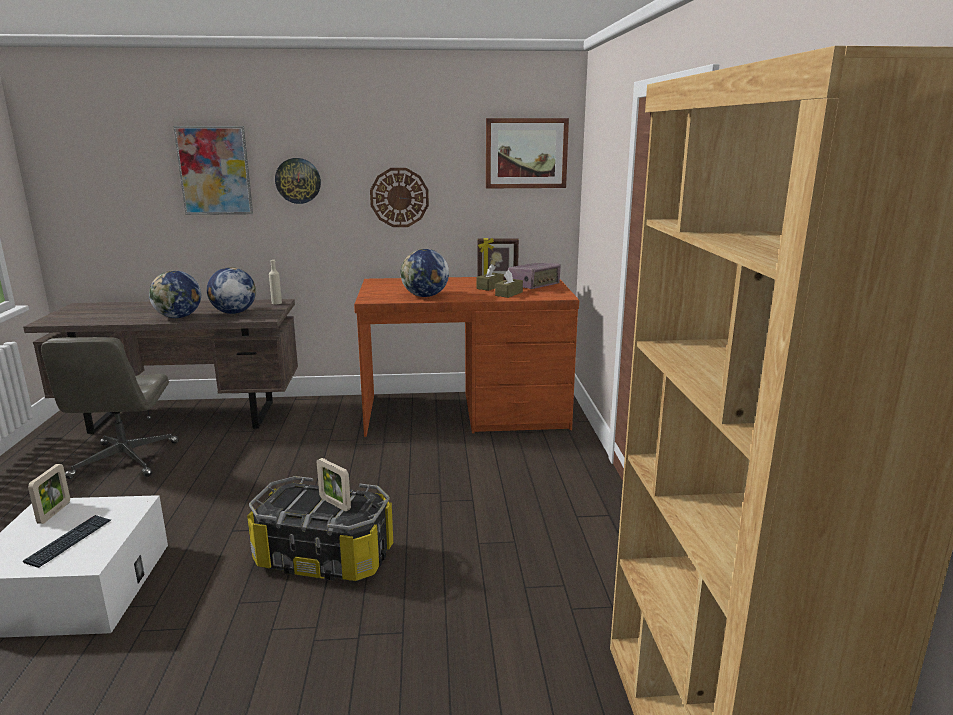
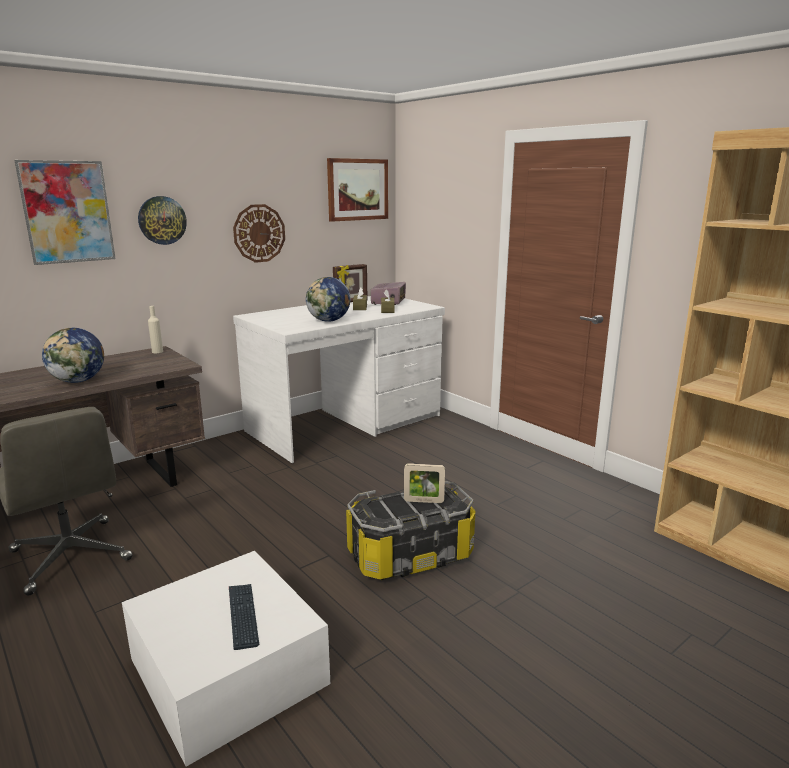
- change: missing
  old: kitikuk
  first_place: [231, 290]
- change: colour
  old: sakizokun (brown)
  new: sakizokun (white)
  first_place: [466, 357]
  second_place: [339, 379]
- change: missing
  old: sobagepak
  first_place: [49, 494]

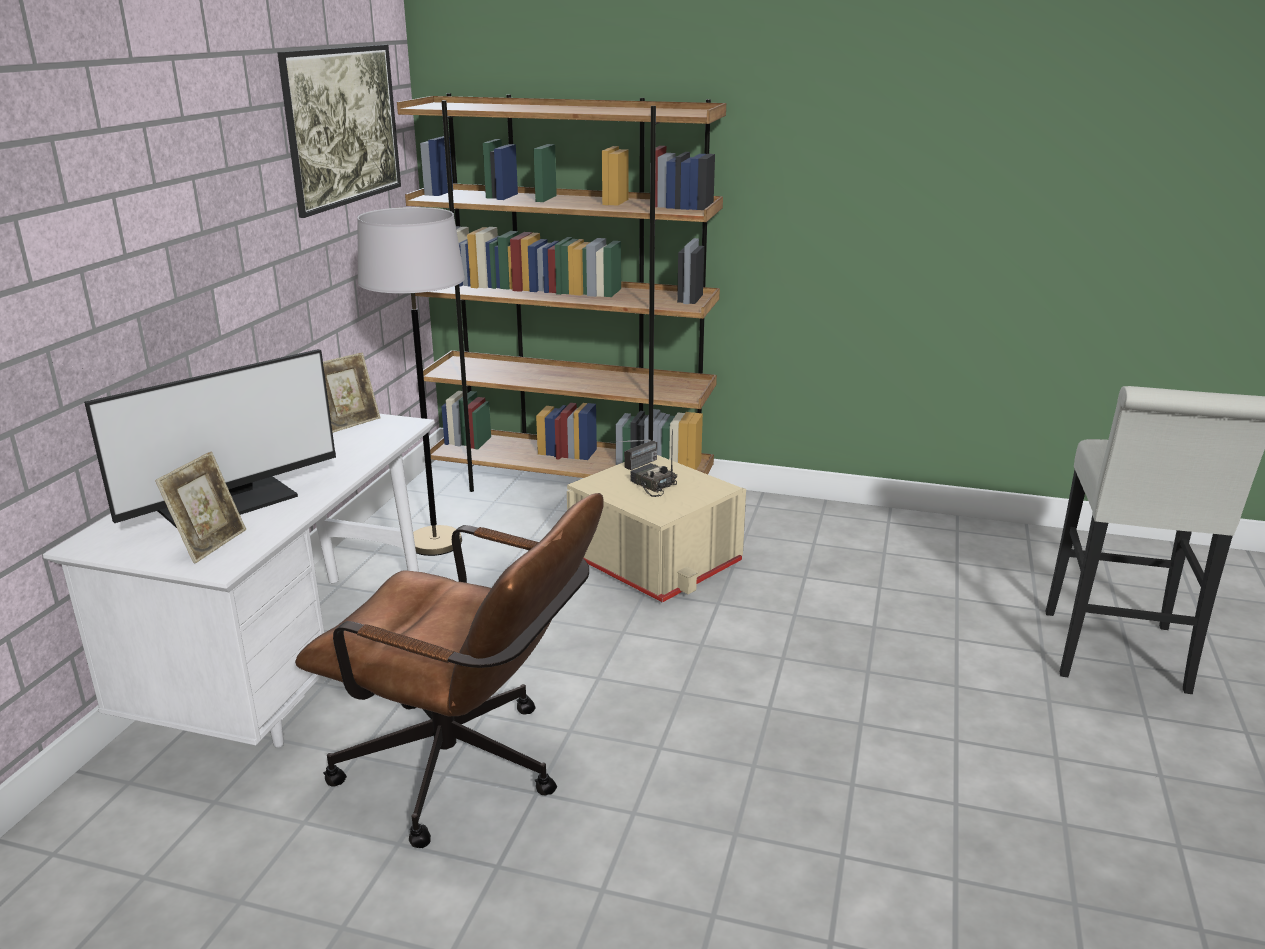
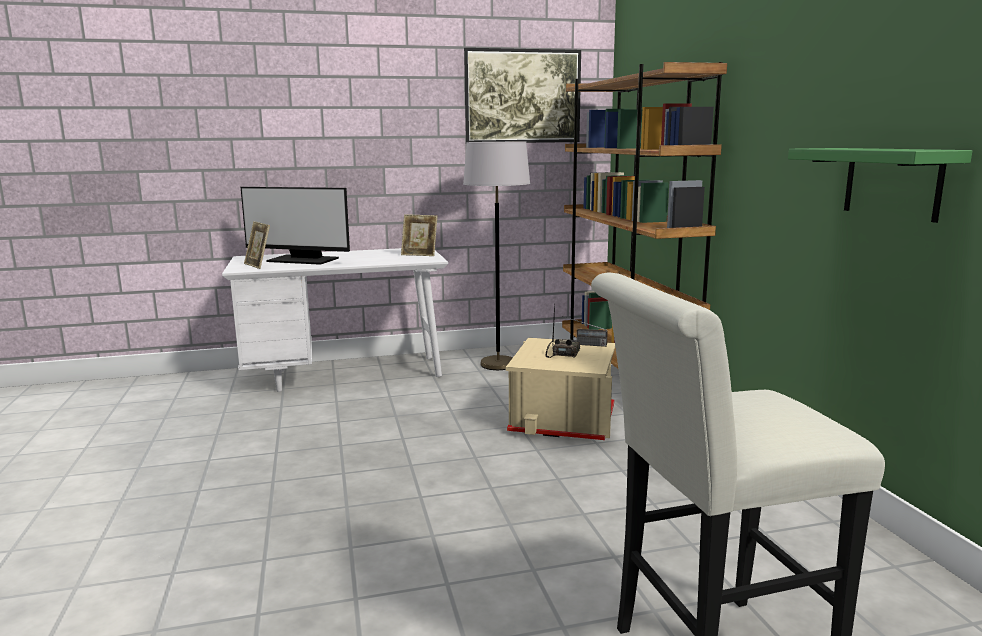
- change: spun
  old: sobagepak
  first_place: [200, 507]
  second_place: [257, 245]
  degrees: 60
- change: missing
  old: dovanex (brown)
  first_place: [449, 670]
- change: appeared
  new: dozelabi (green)
  second_place: [880, 185]

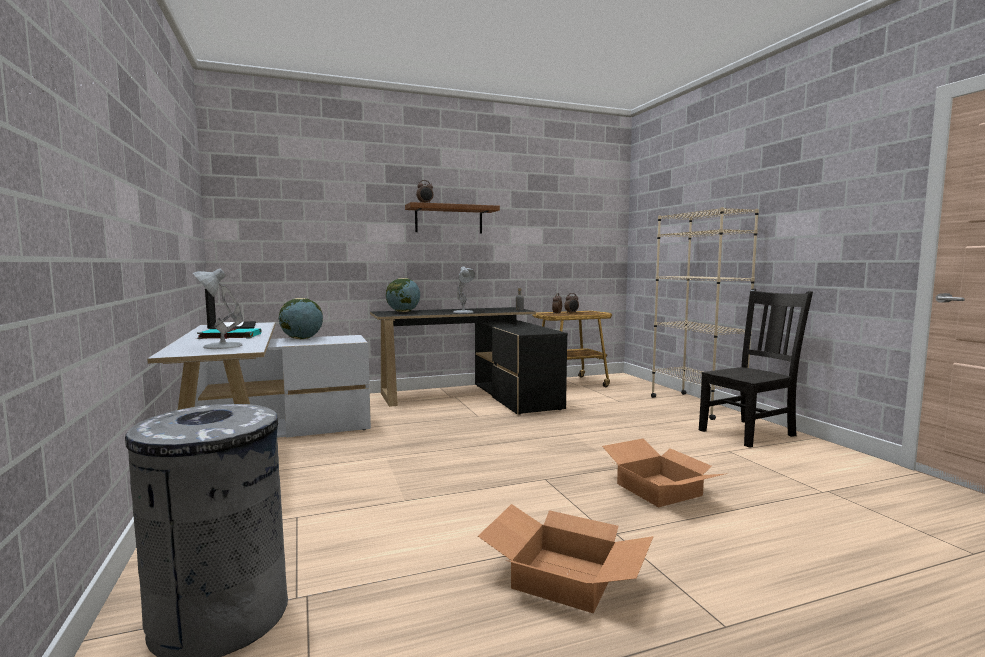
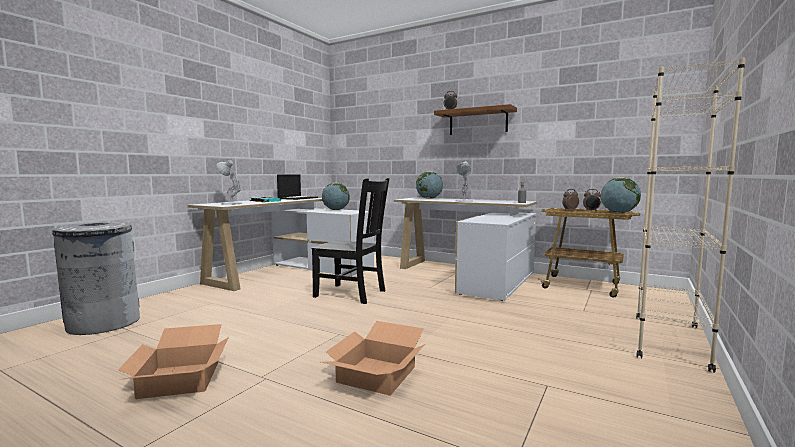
- change: relocated
  old: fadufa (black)
  first_place: [756, 368]
  second_place: [350, 241]
- change: colour
  old: sakizokun (black)
  new: sakizokun (white)
  first_place: [469, 360]
  second_place: [465, 249]
- change: appeared
  new: kitikuk
  second_place: [620, 195]

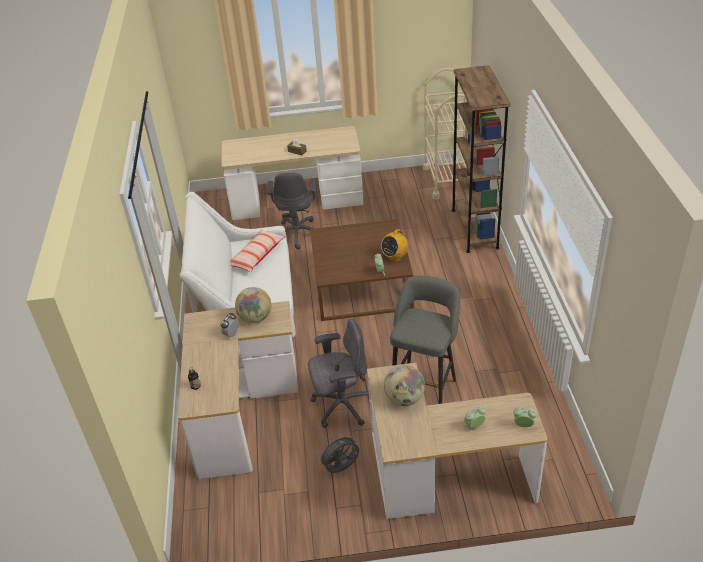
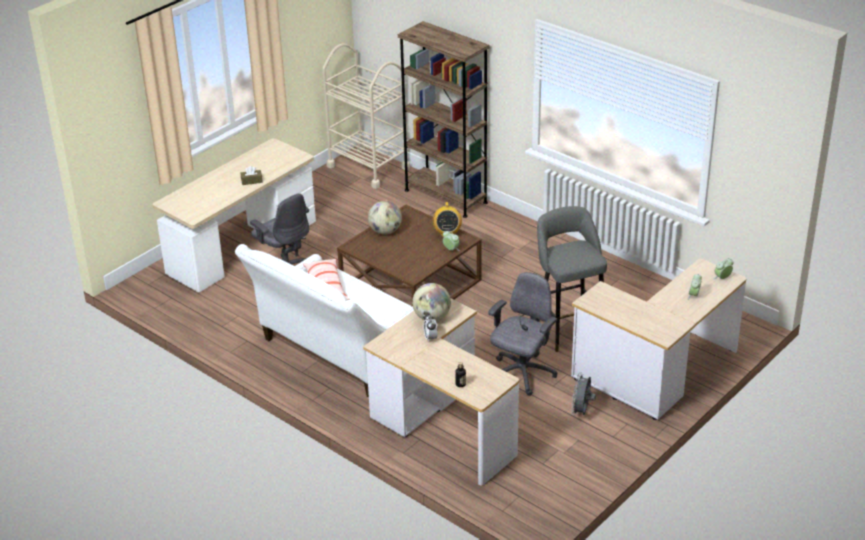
- change: relocated
  old: kitikuk
  first_place: [404, 385]
  second_place: [385, 218]

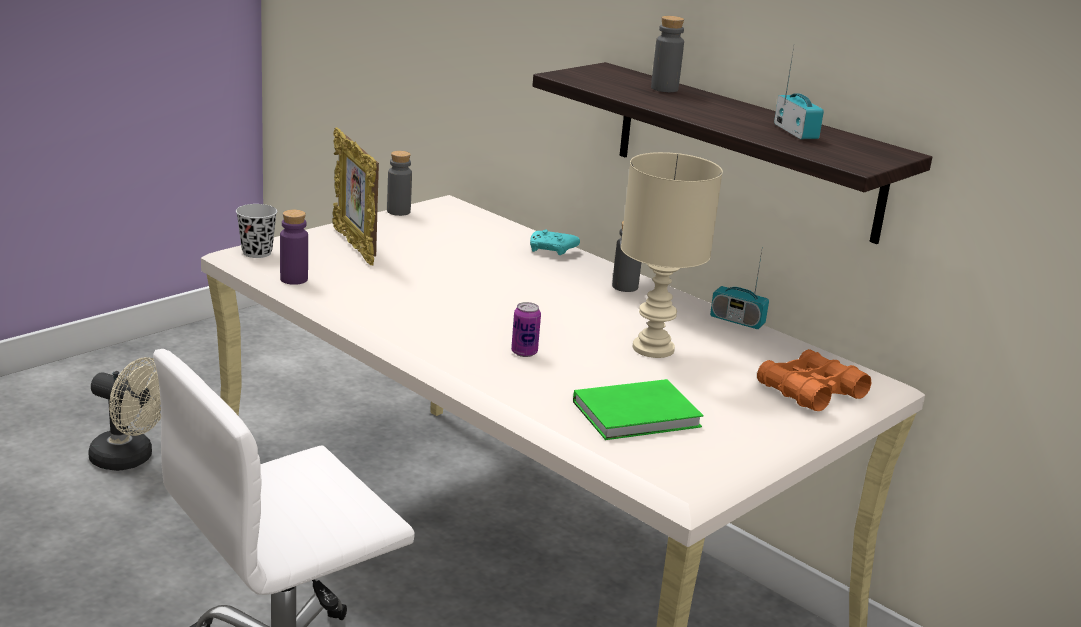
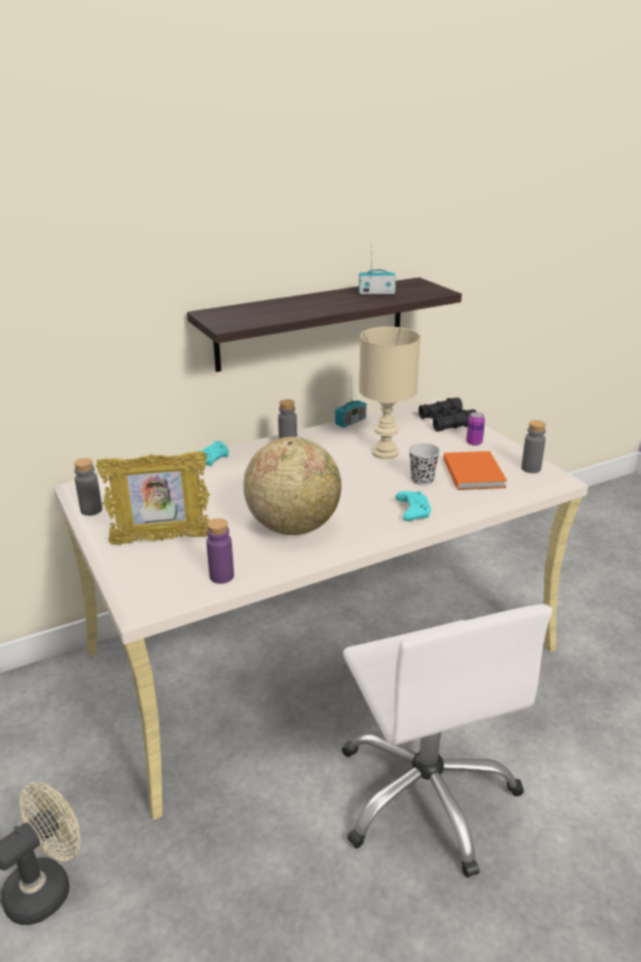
- change: relocated
  old: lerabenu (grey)
  first_place: [667, 54]
  second_place: [533, 446]
- change: relocated
  old: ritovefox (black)
  first_place: [256, 231]
  second_place: [424, 464]
- change: relocated
  old: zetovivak
  first_place: [526, 329]
  second_place: [475, 429]
- change: colour
  old: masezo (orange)
  new: masezo (black)
  first_place: [814, 380]
  second_place: [448, 415]
- change: colour
  old: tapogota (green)
  new: tapogota (orange)
  first_place: [638, 409]
  second_place: [475, 470]
- change: appeared
  new: kitikuk
  second_place: [292, 486]
- change: appeared
  new: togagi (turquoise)
  second_place: [413, 506]

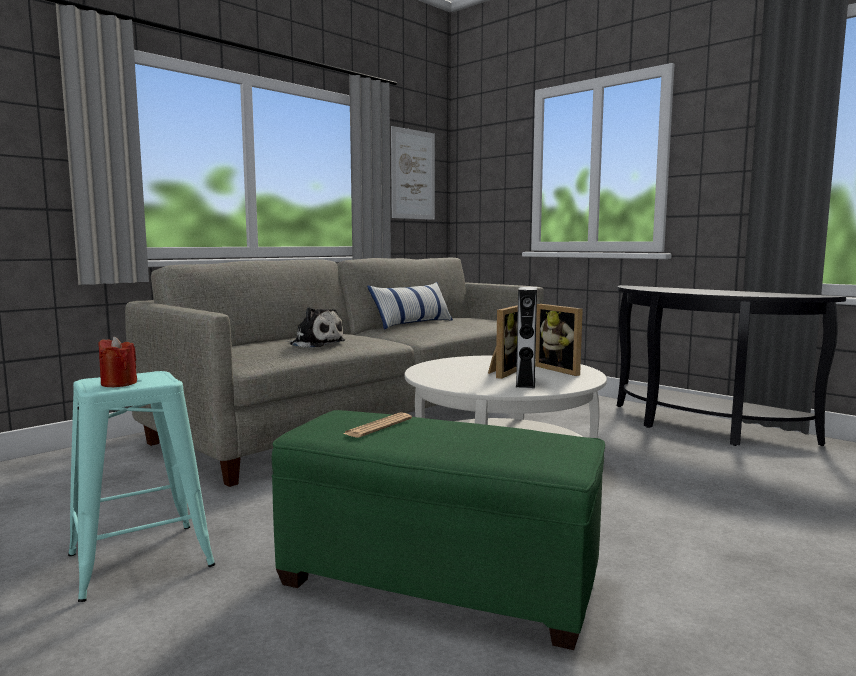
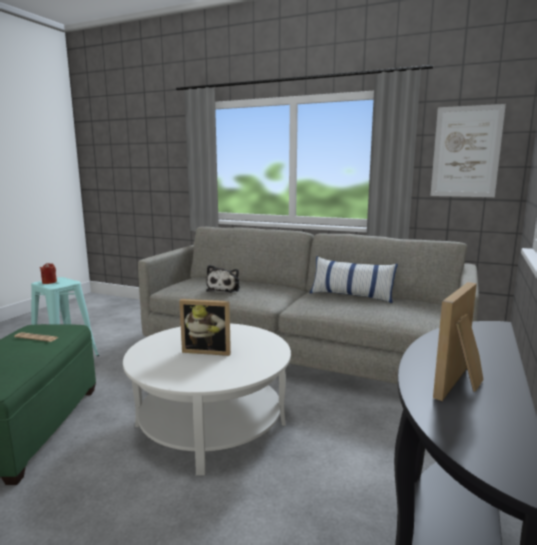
- change: missing
  old: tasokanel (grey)
  first_place: [526, 337]
- change: relocated
  old: sobagepak
  first_place: [559, 340]
  second_place: [458, 341]

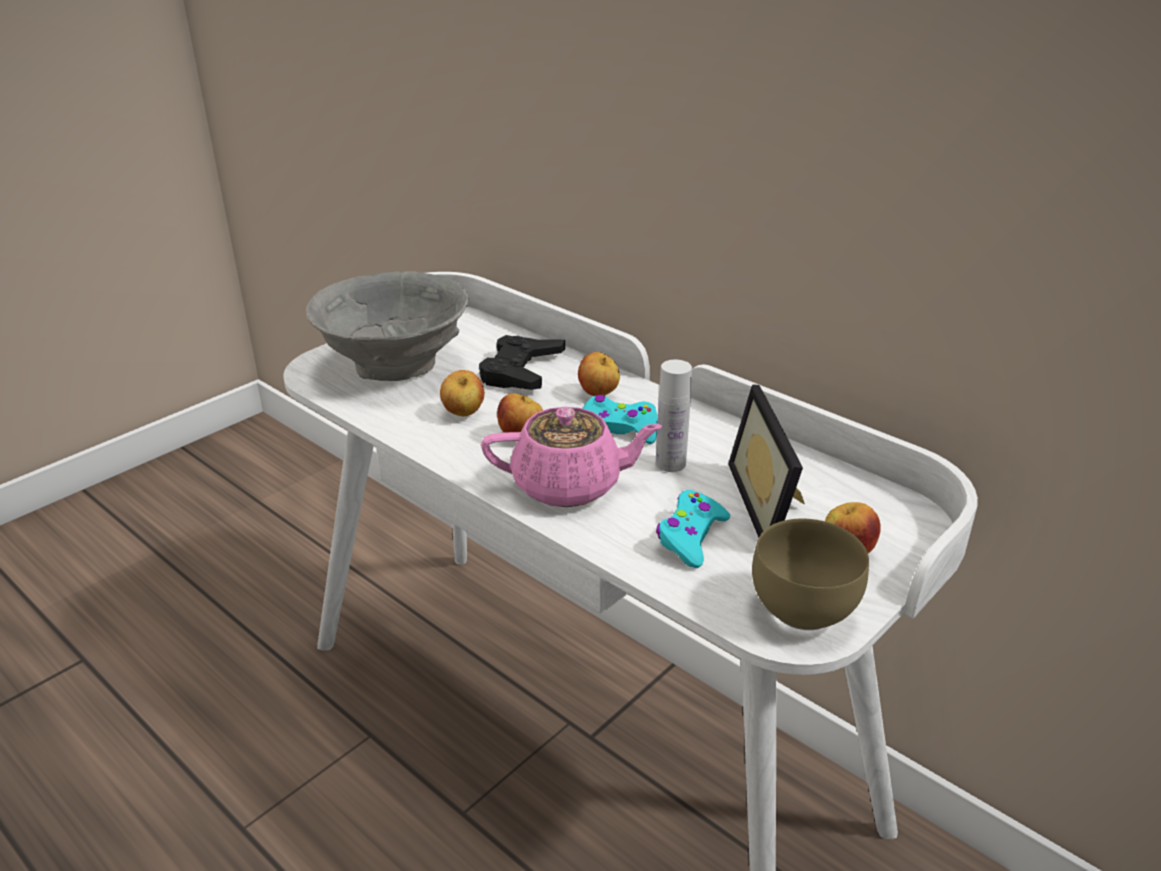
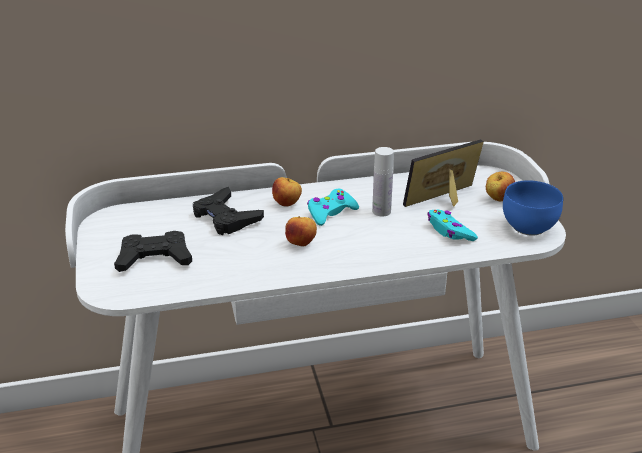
- change: exchanged
  old: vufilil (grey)
  new: togagi (black)
  first_place: [387, 326]
  second_place: [153, 251]
- change: missing
  old: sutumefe
  first_place: [462, 393]
- change: spun
  old: sobagepak
  first_place: [766, 461]
  second_place: [443, 173]
  degrees: 120
- change: missing
  old: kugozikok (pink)
  first_place: [572, 457]
- change: colour
  old: vufilil (brown)
  new: vufilil (blue)
  first_place: [810, 574]
  second_place: [533, 208]

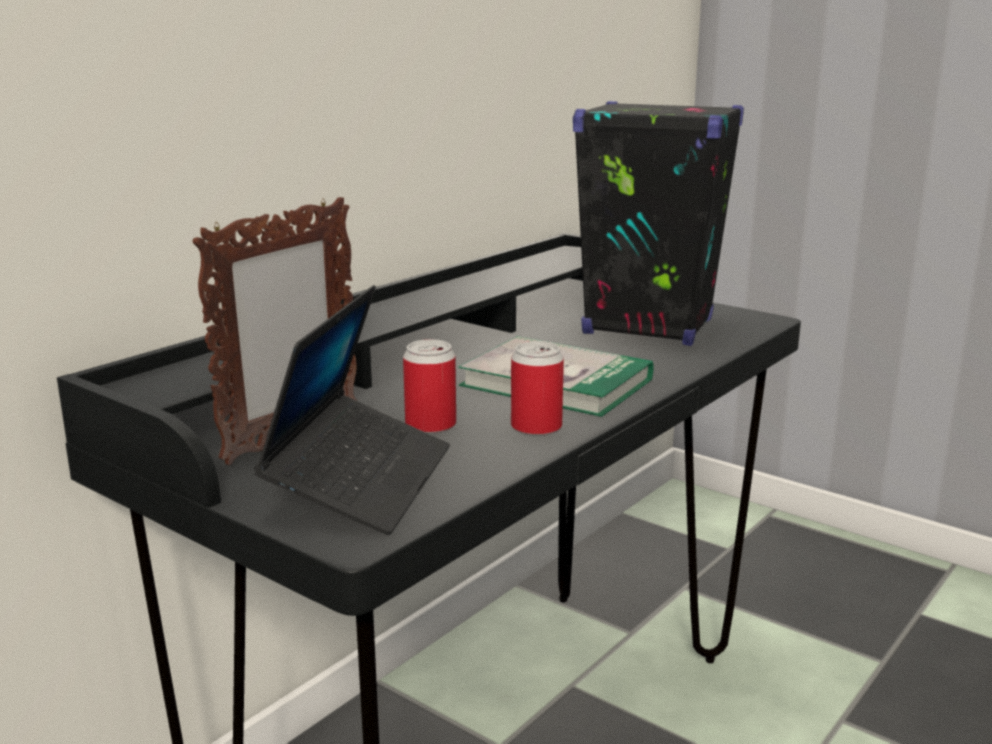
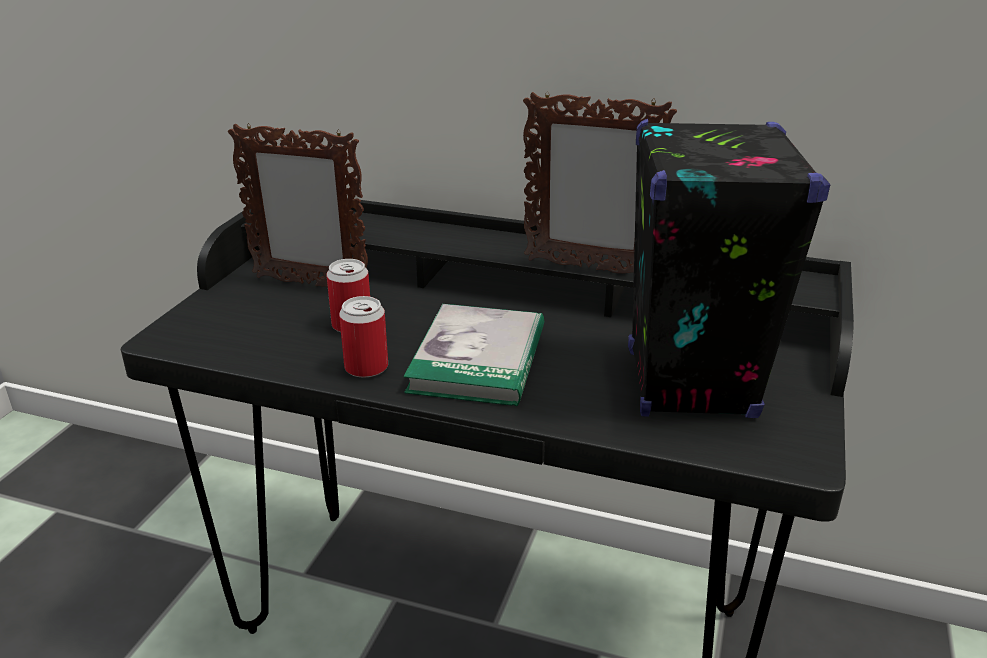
- change: missing
  old: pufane
  first_place: [352, 410]
- change: appeared
  new: sobagepak
  second_place: [600, 182]

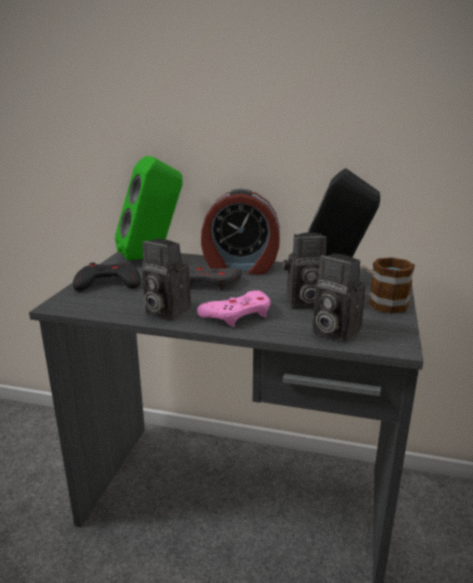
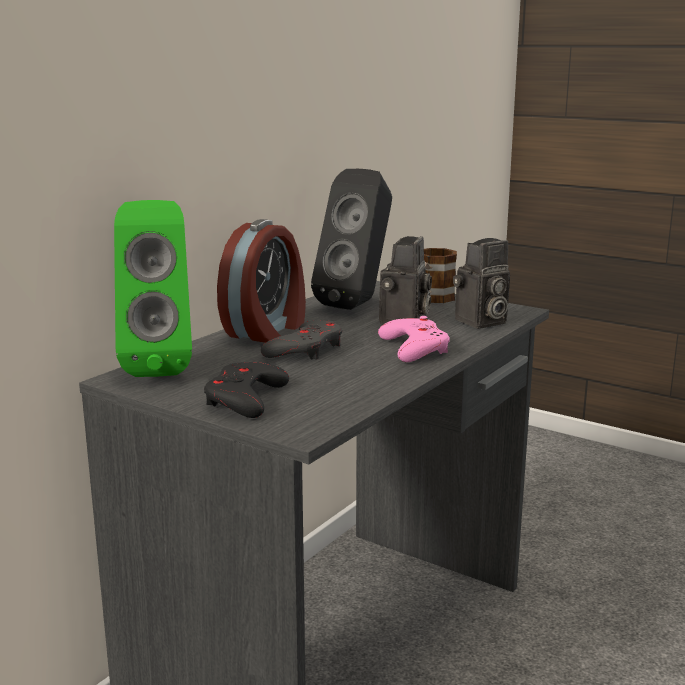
- change: missing
  old: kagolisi
  first_place: [166, 279]

